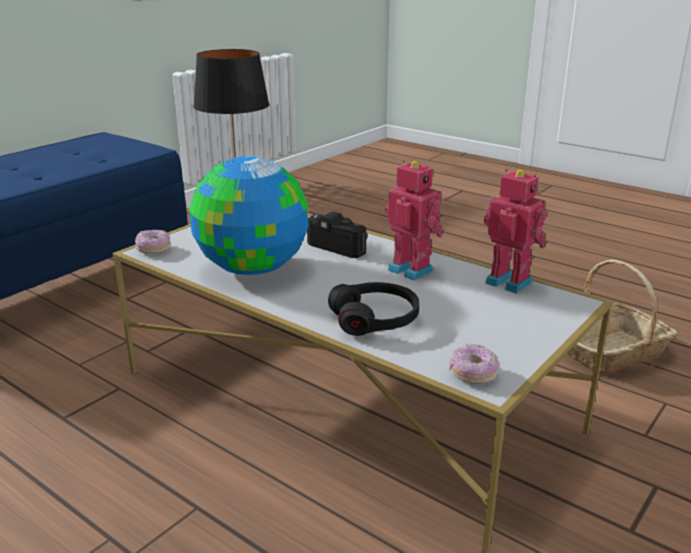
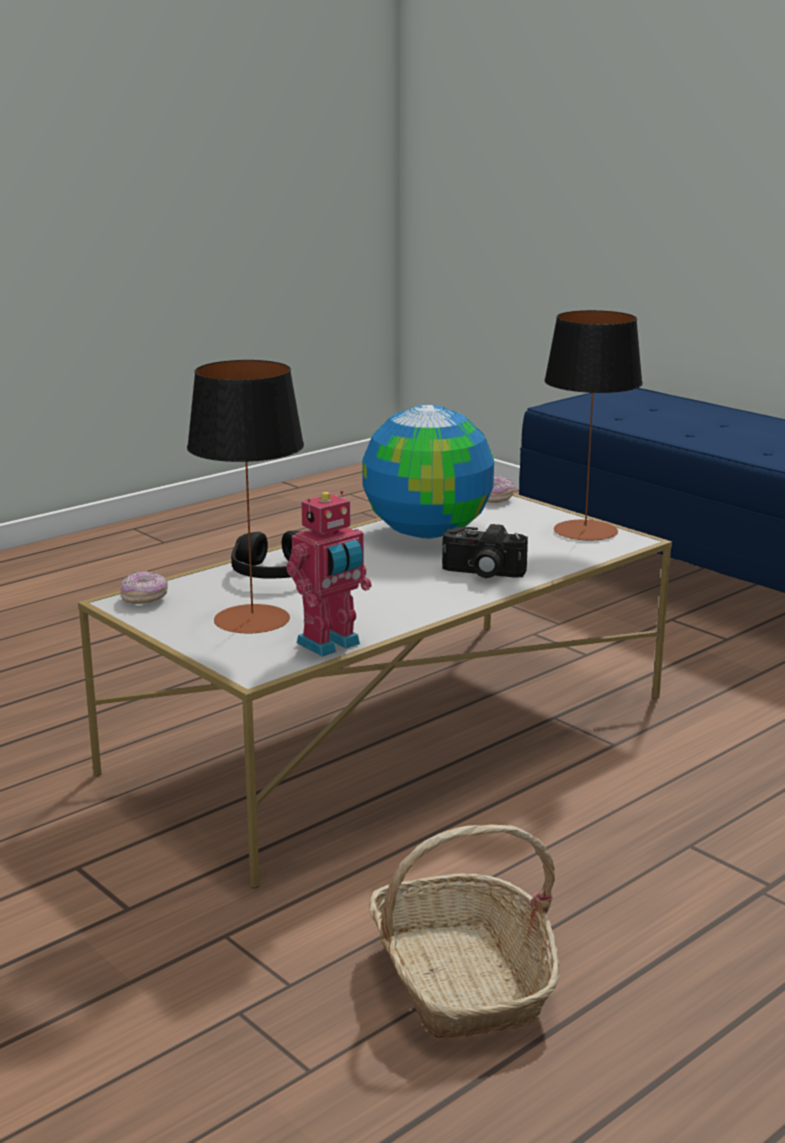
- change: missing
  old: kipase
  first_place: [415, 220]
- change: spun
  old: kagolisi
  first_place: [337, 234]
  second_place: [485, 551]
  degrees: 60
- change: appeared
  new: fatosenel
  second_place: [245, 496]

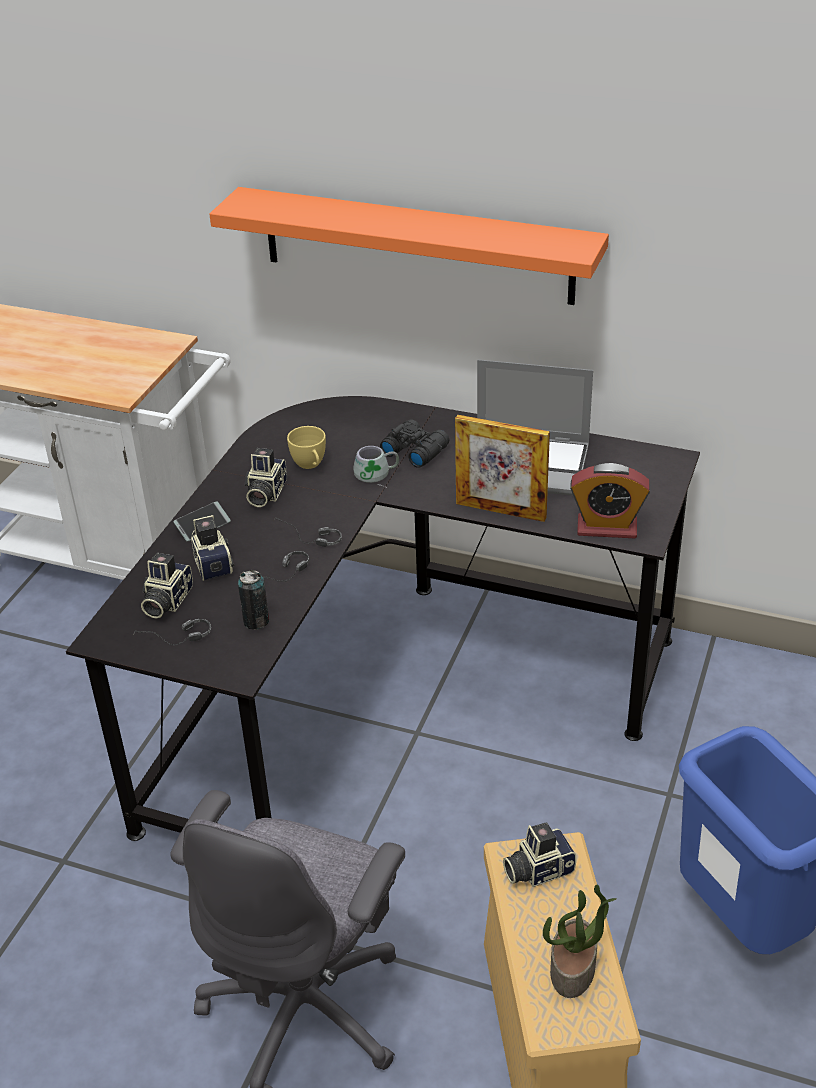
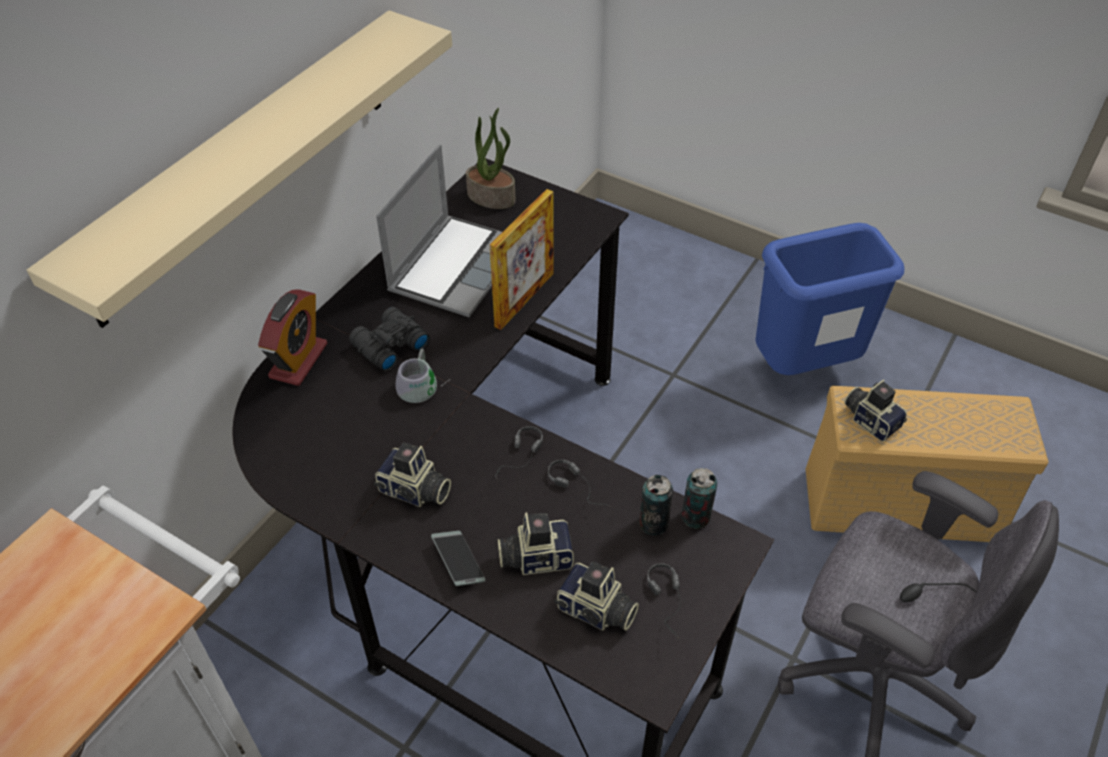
- change: colour
  old: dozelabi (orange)
  new: dozelabi (beige)
  first_place: [409, 246]
  second_place: [239, 169]
- change: missing
  old: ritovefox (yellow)
  first_place: [306, 447]
- change: relocated
  old: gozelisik
  first_place: [610, 500]
  second_place: [292, 337]
- change: spun
  old: kagolisi
  first_place: [539, 855]
  second_place: [875, 410]
  degrees: 150
- change: relocated
  old: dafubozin
  first_place: [580, 941]
  second_place: [491, 158]
- change: appeared
  new: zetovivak
  second_place: [699, 498]

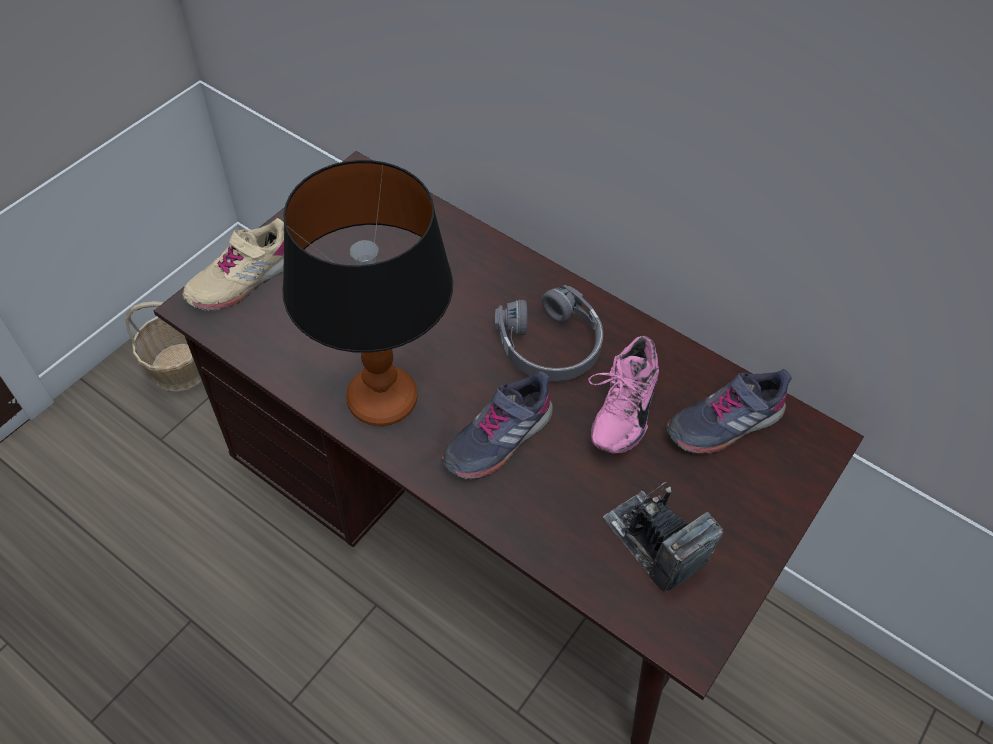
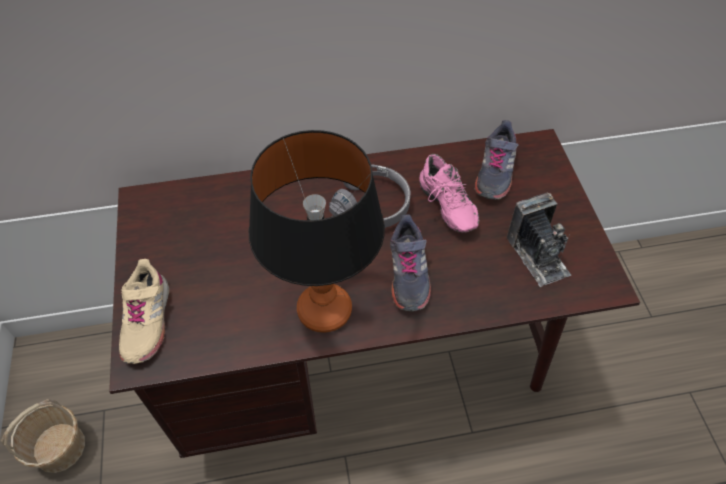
- change: spun
  old: kagolisi
  first_place: [663, 537]
  second_place: [538, 240]
  degrees: -120

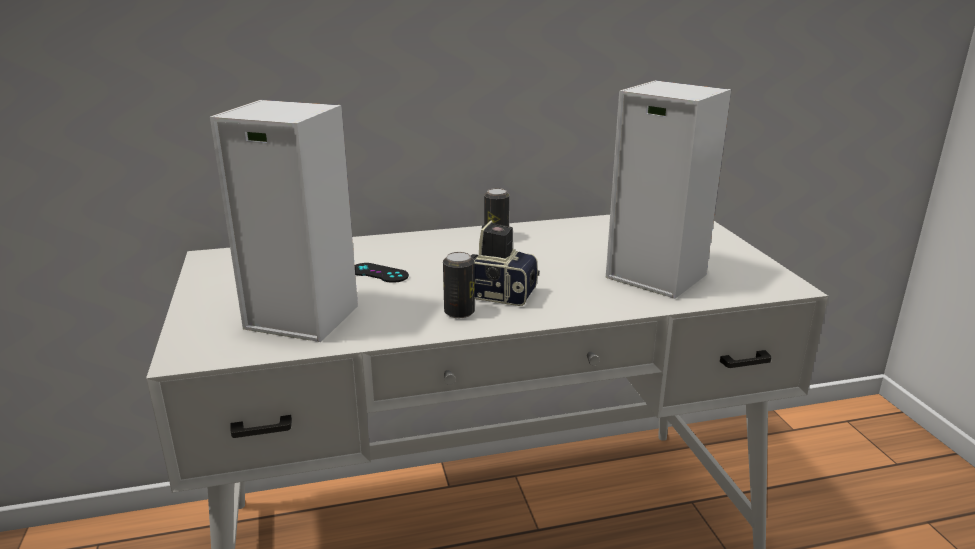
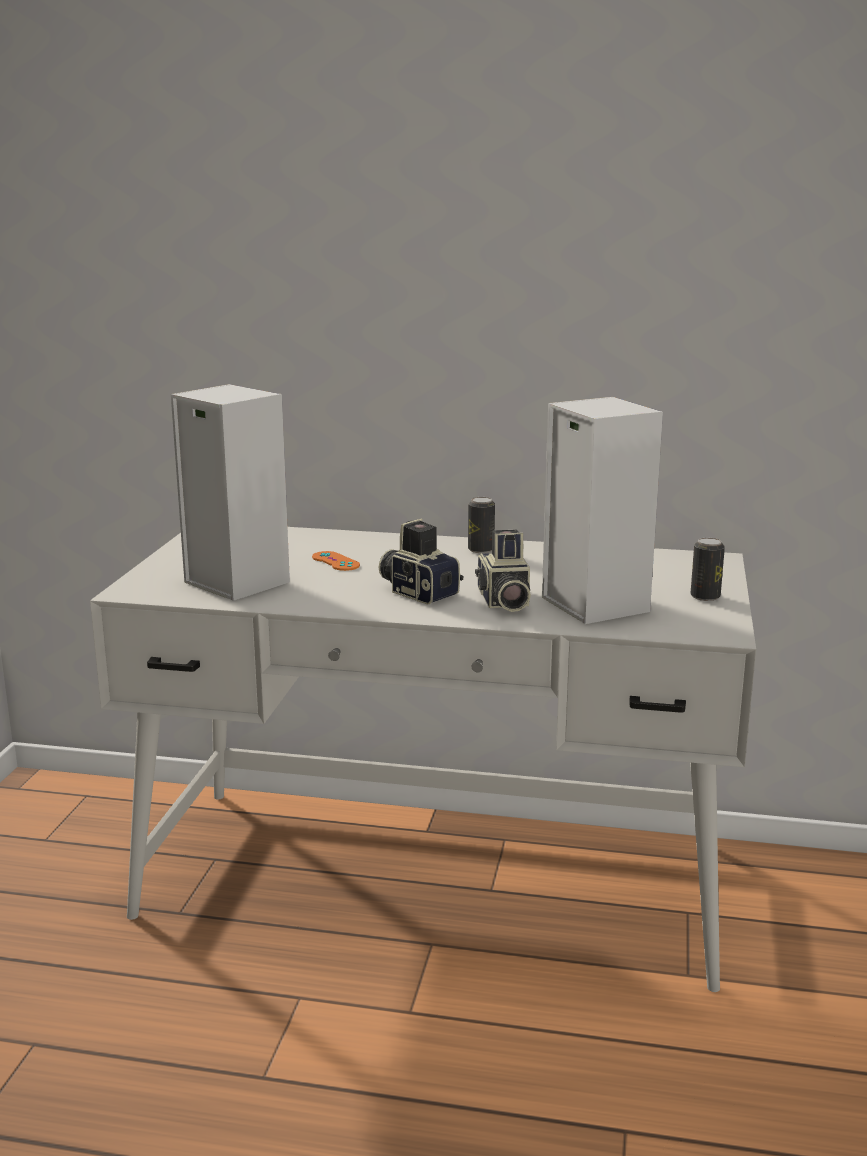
- change: relocated
  old: zetovivak
  first_place: [459, 285]
  second_place: [707, 569]
- change: colour
  old: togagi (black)
  new: togagi (orange)
  first_place: [382, 273]
  second_place: [336, 561]
- change: appeared
  new: kagolisi
  second_place: [503, 571]

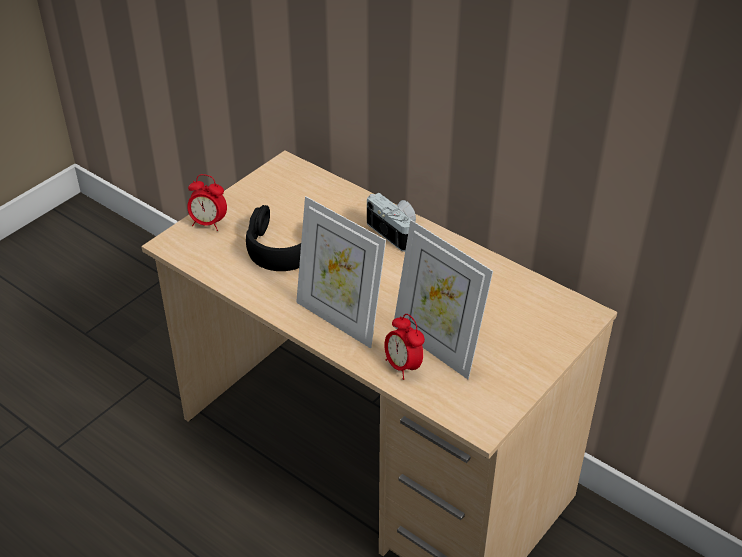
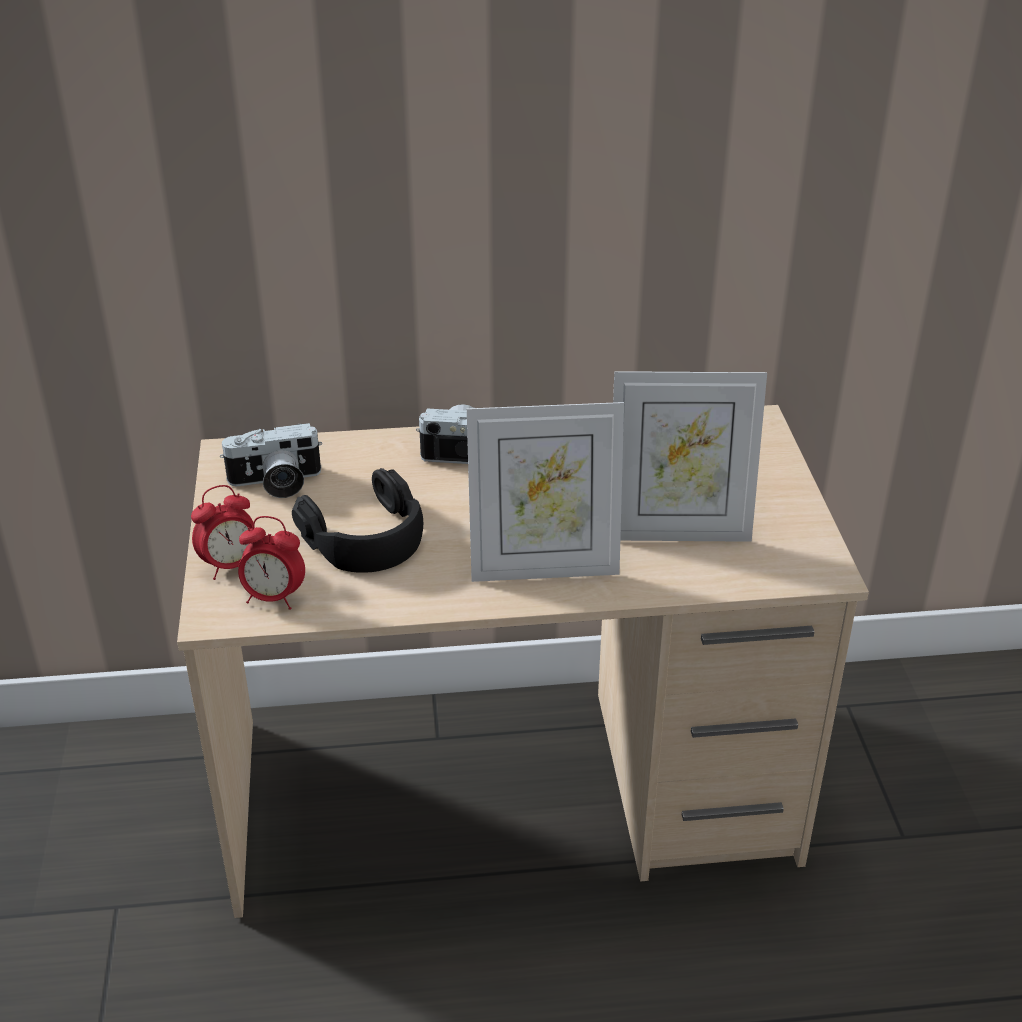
- change: relocated
  old: gozelisik
  first_place: [404, 347]
  second_place: [271, 563]
- change: appeared
  new: kagolisi
  second_place: [271, 460]

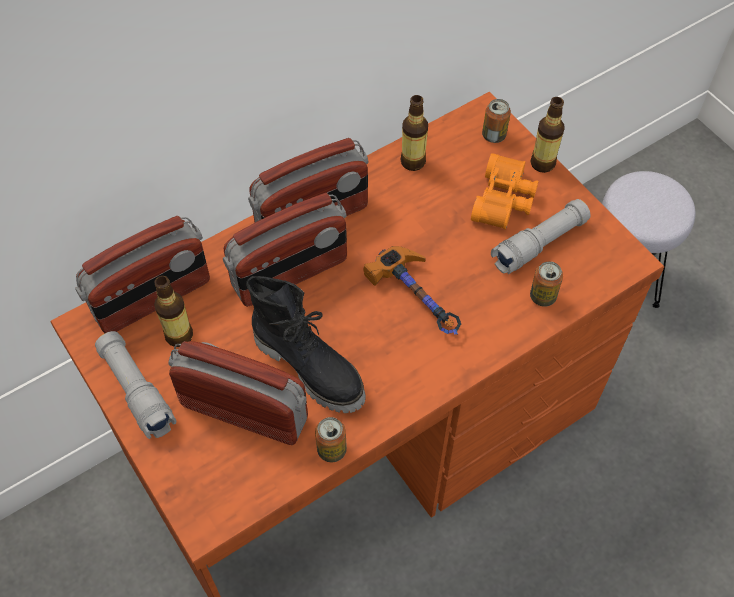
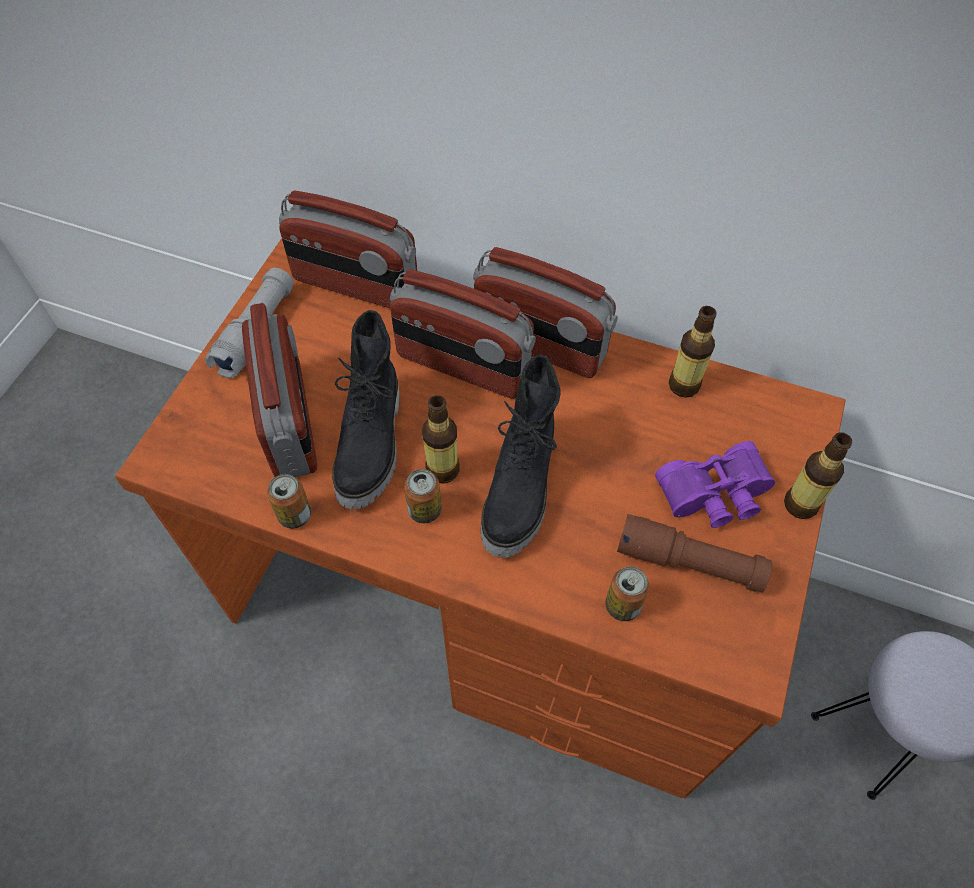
- change: relocated
  old: zetovivak
  first_place: [496, 121]
  second_place: [423, 496]
- change: colour
  old: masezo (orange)
  new: masezo (purple)
  first_place: [504, 191]
  second_place: [715, 484]
- change: colour
  old: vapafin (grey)
  new: vapafin (brown)
  first_place: [541, 236]
  second_place: [694, 553]
- change: exchanged
  old: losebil
  new: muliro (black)
  first_place: [412, 290]
  second_place: [521, 456]
- change: relocated
  old: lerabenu
  first_place: [173, 311]
  second_place: [440, 439]

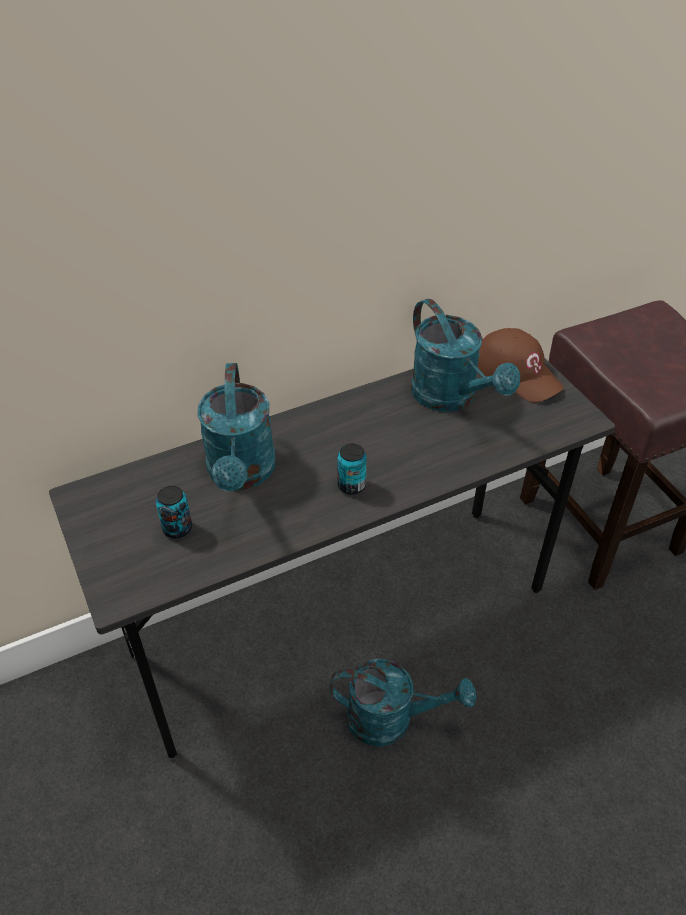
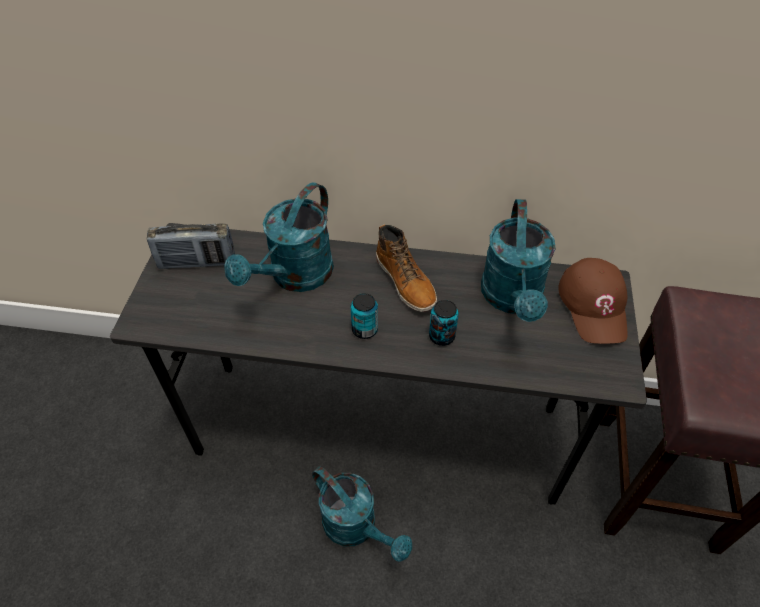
- change: relocated
  old: zetovivak
  first_place: [174, 512]
  second_place: [444, 323]
- change: appeared
  new: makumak
  second_place: [191, 246]
- change: appeared
  new: muliro
  second_place: [406, 268]

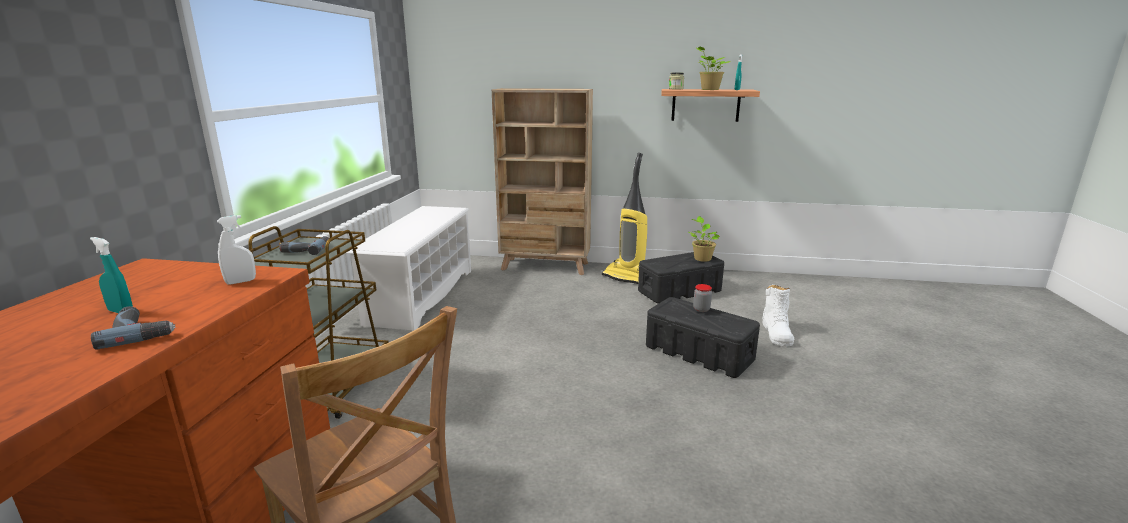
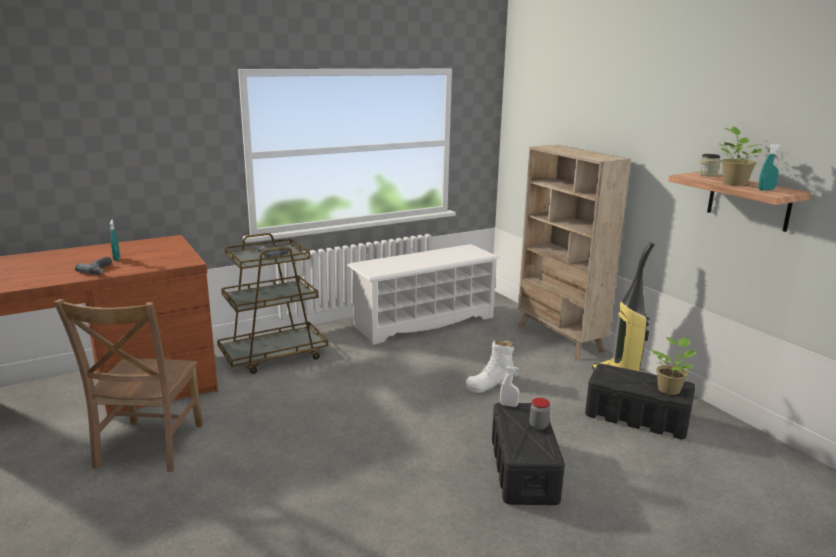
- change: relocated
  old: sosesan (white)
  first_place: [236, 250]
  second_place: [510, 386]
- change: relocated
  old: muliro (white)
  first_place: [778, 315]
  second_place: [490, 366]

